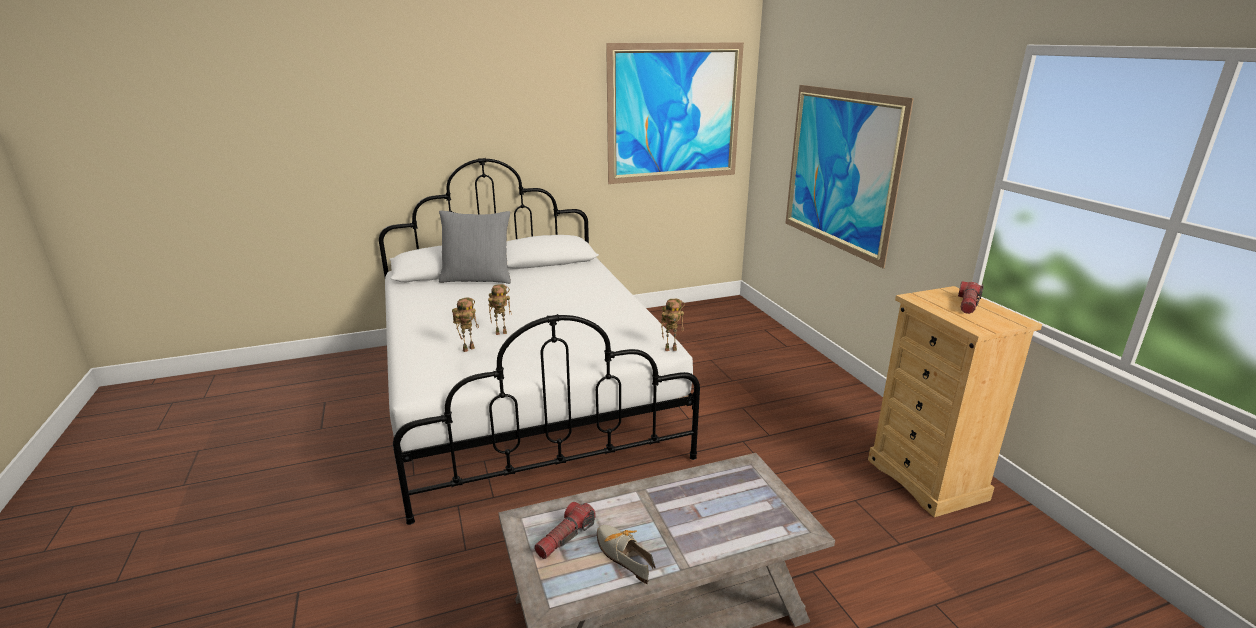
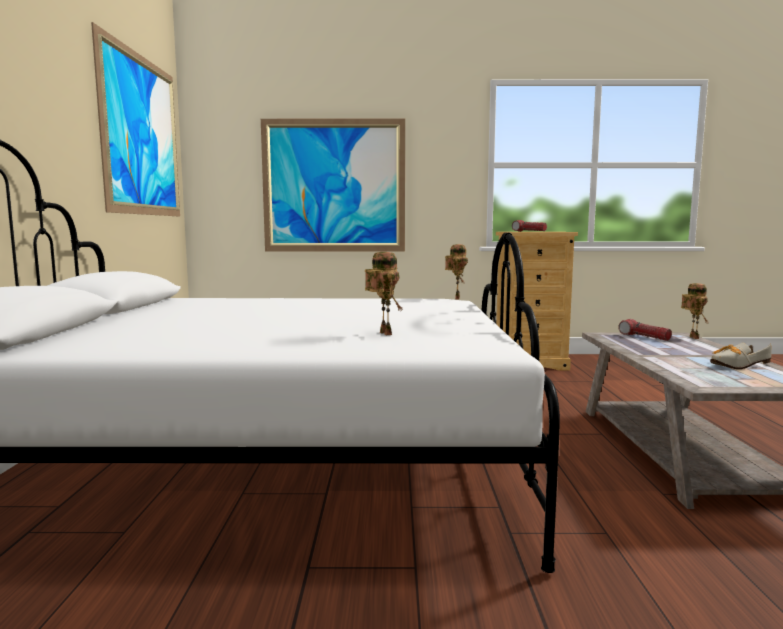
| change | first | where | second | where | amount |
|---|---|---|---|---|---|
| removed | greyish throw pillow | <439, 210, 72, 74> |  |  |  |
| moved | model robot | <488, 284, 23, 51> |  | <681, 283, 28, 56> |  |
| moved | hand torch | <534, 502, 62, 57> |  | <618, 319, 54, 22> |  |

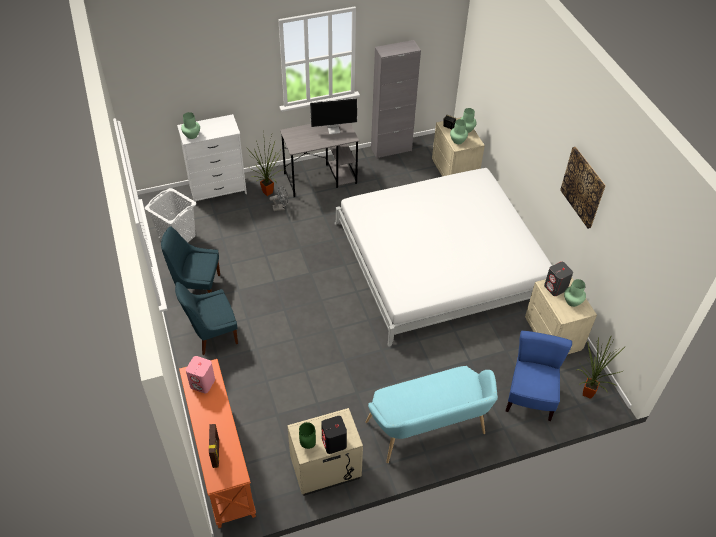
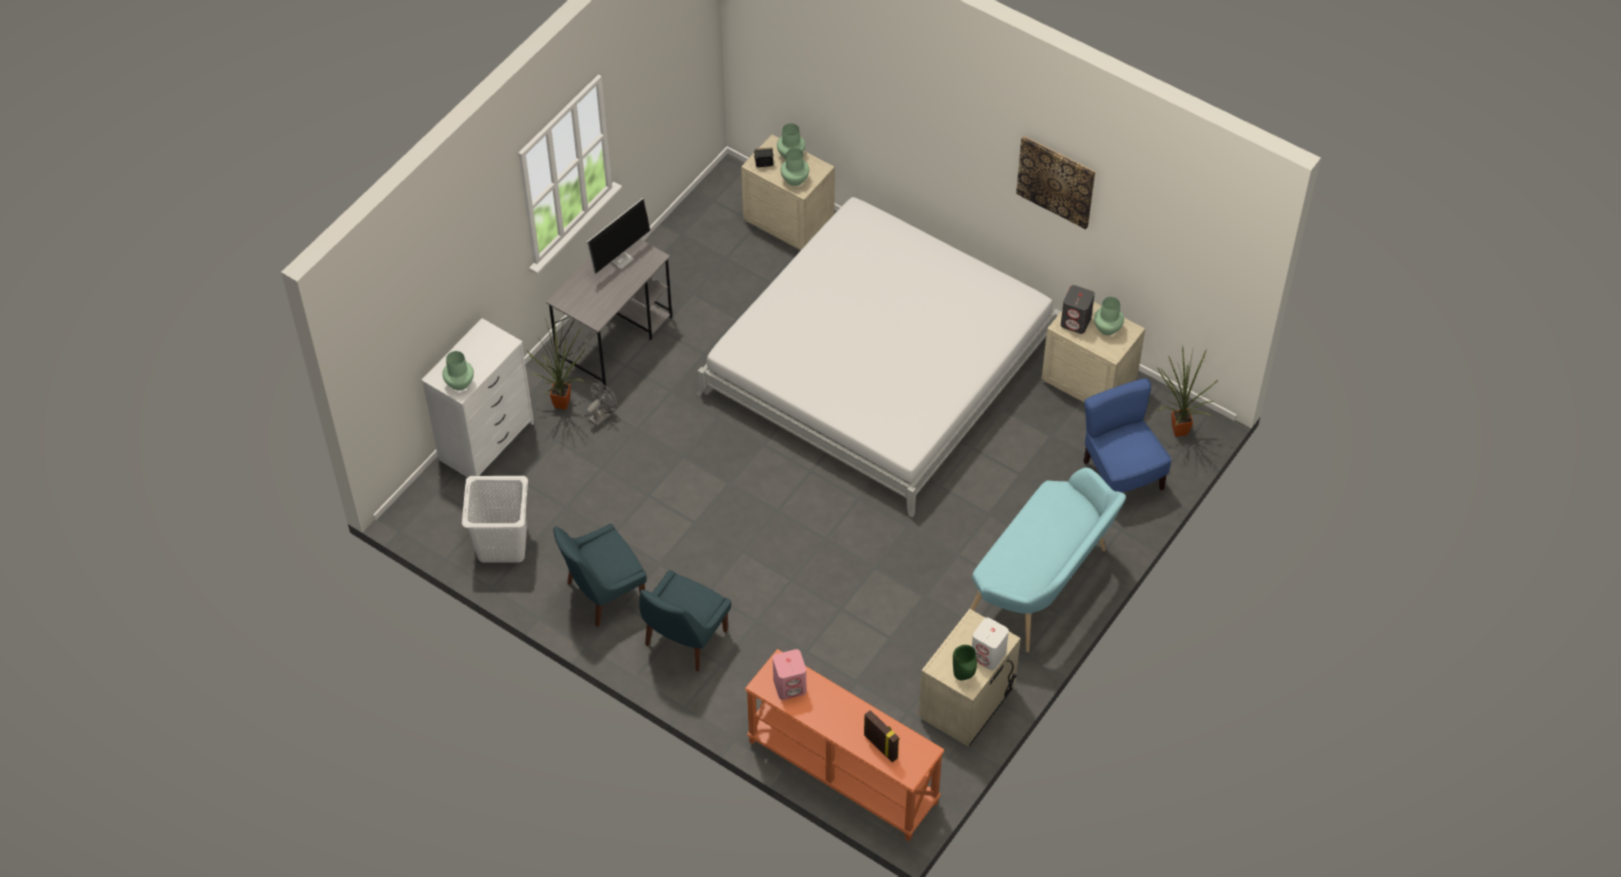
| change | first | where | second | where | amount |
|---|---|---|---|---|---|
| recoloured | black-coloured speaker | <321, 416, 26, 38> | white-coloured speaker | <972, 617, 37, 53> |  |
| removed | greyish cupboard | <371, 40, 50, 118> |  |  |  |

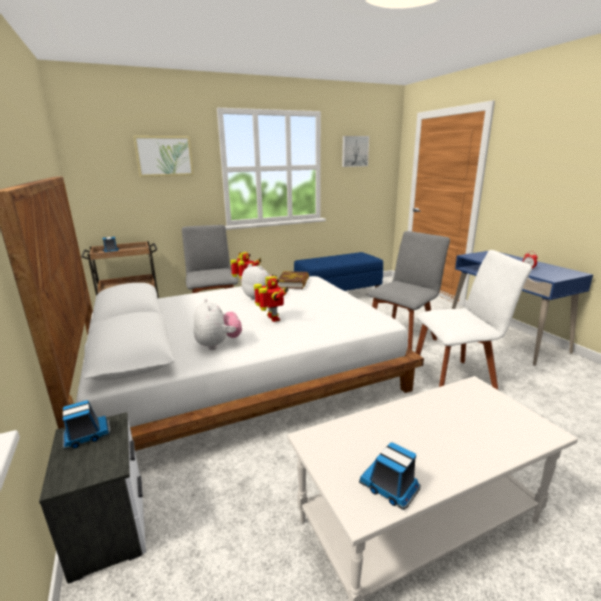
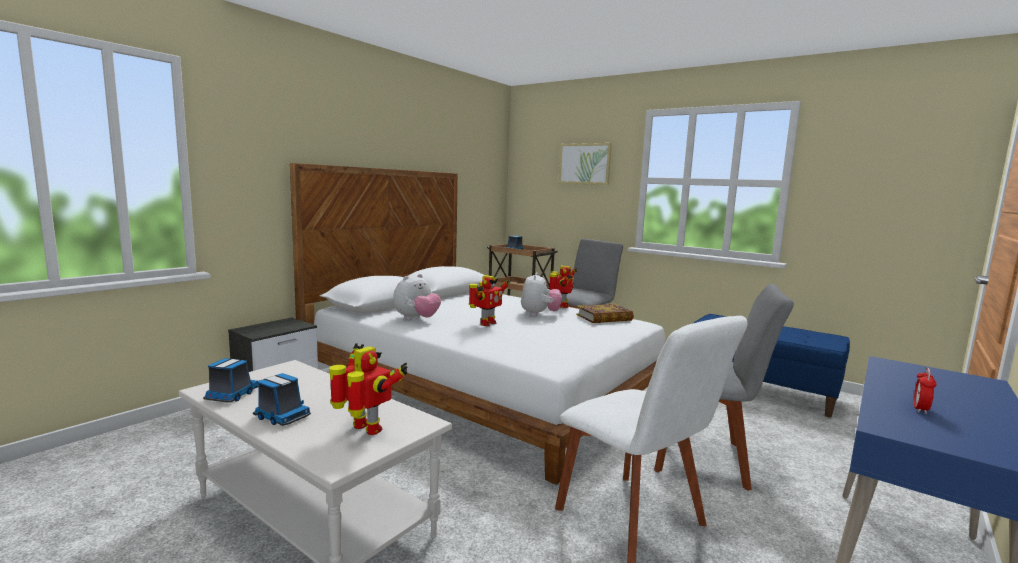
| change | first | where | second | where | amount |
|---|---|---|---|---|---|
| moved | model truck | <63, 400, 48, 50> |  | <253, 373, 58, 53> |  |
| removed | wall picture | <342, 136, 27, 31> |  |  |  |
| added |  |  | model robot | <329, 343, 79, 92> |  |

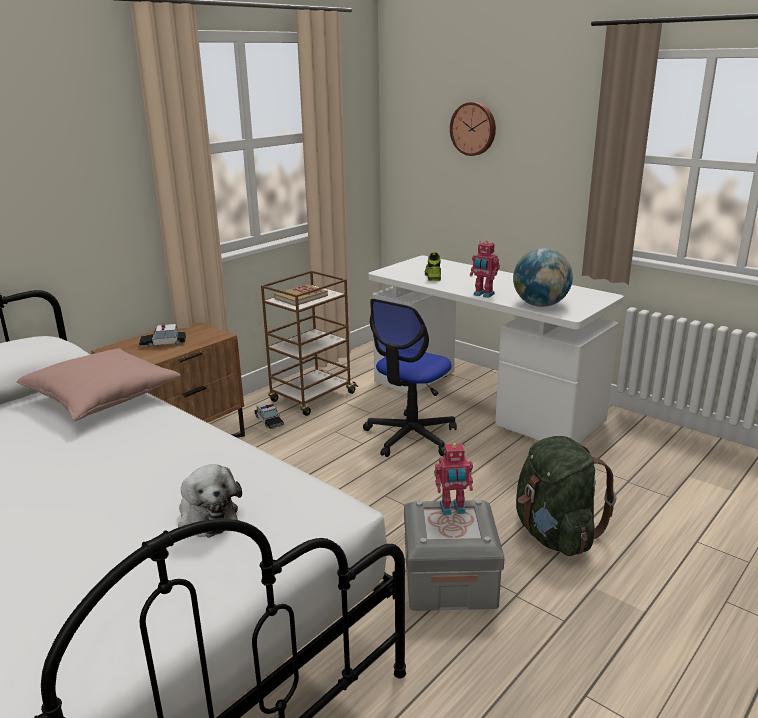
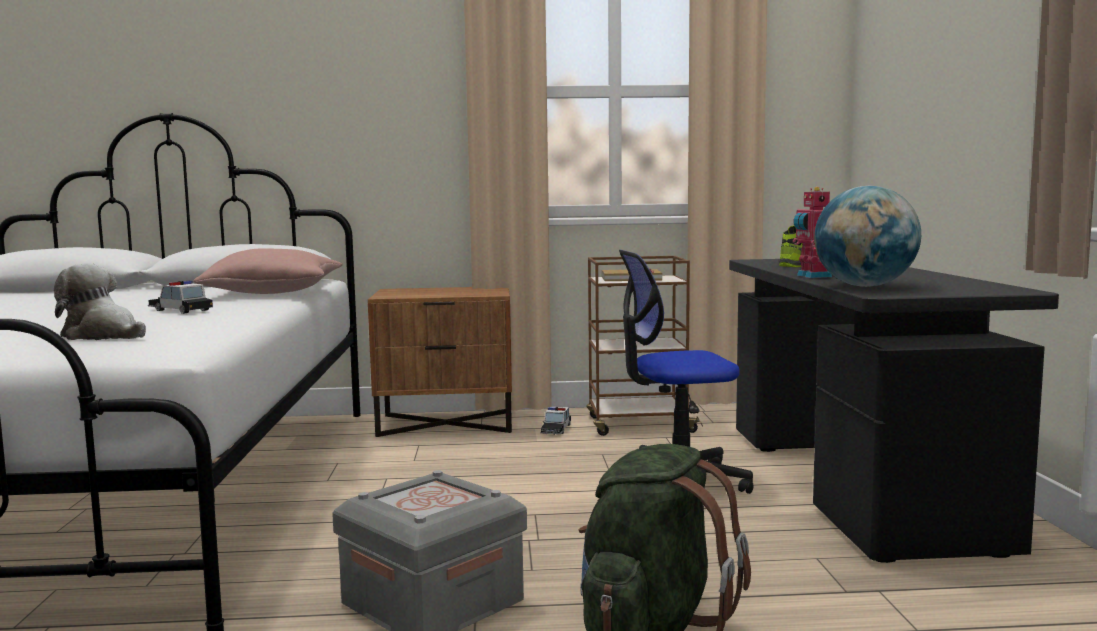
| change | first | where | second | where | amount |
|---|---|---|---|---|---|
| moved | toy car | <139, 323, 47, 25> |  | <148, 281, 65, 33> |  |
| turned | cuddly toy | <178, 464, 64, 74> |  | <54, 263, 92, 77> | 105 degrees clockwise |
| recoloured | white-coloured desk | <368, 256, 256, 187> | black-coloured desk | <729, 259, 330, 304> |  |
| removed | model robot | <434, 443, 39, 72> |  |  |  |
| removed | wall clock | <450, 102, 46, 54> |  |  |  |

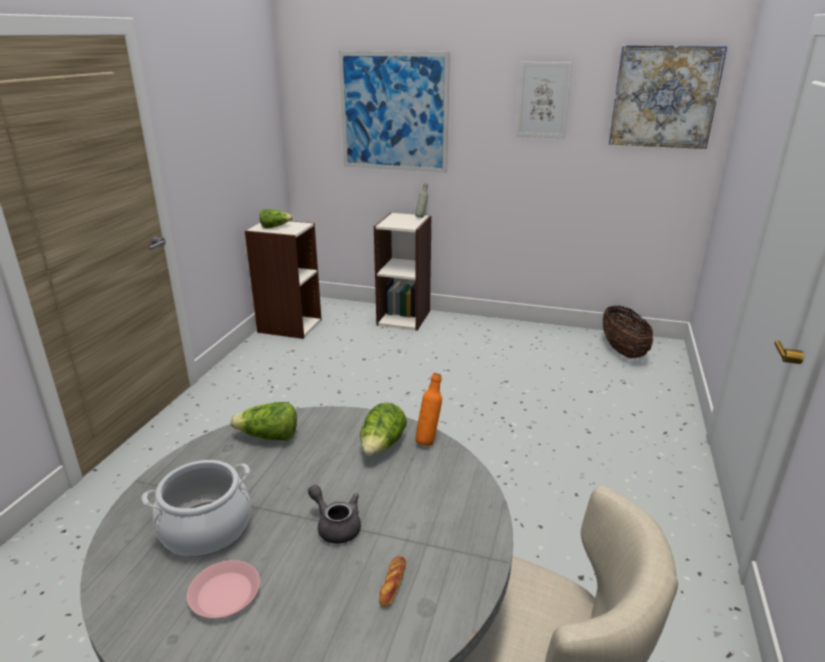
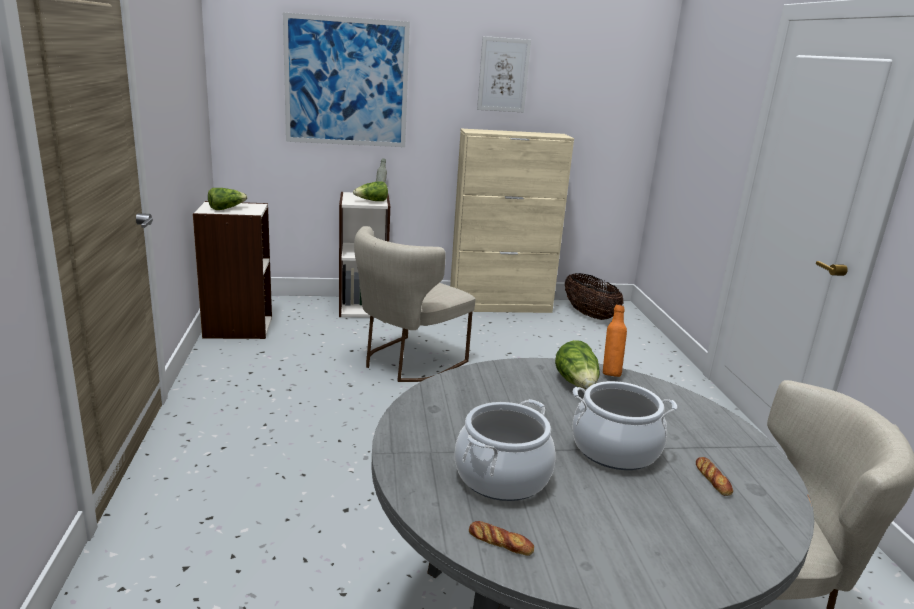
| change | first | where | second | where | amount |
|---|---|---|---|---|---|
| removed | pinkish plate | <187, 560, 73, 58> |  |  |  |
| moved | head of lettuce | <230, 402, 67, 39> |  | <353, 181, 35, 20> |  |
| replaced | greyish pot for tea | <308, 485, 53, 59> | saucepot | <572, 381, 105, 89> |  |
| removed | wall picture | <609, 45, 119, 104> |  |  |  |
| added |  |  | beige-coloured plain chair | <354, 226, 122, 156> |  |
| added |  |  | beige-coloured cupboard | <450, 129, 124, 184> |  |
| added |  |  | bakery bread | <469, 521, 65, 35> |  |

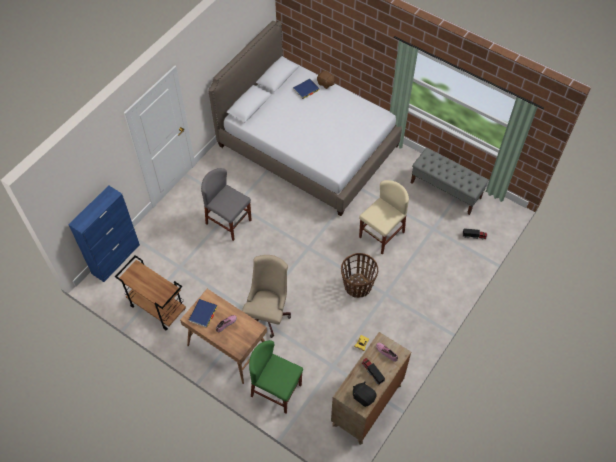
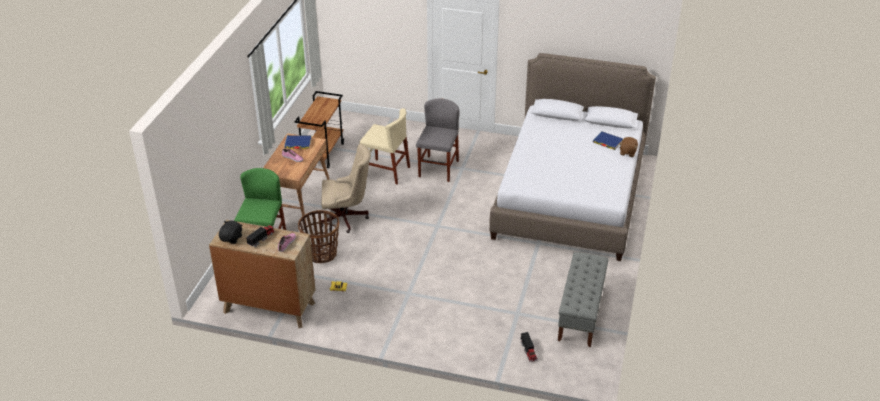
| change | first | where | second | where | amount |
|---|---|---|---|---|---|
| removed | bluish cupboard | <68, 186, 72, 96> |  |  |  |
| moved | basket | <341, 253, 37, 45> |  | <298, 210, 41, 53> |  |
| moved | beige-coloured plain chair | <359, 180, 50, 74> |  | <360, 108, 50, 77> |  |

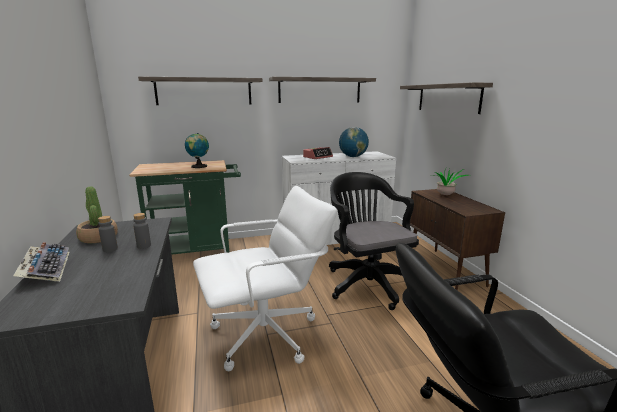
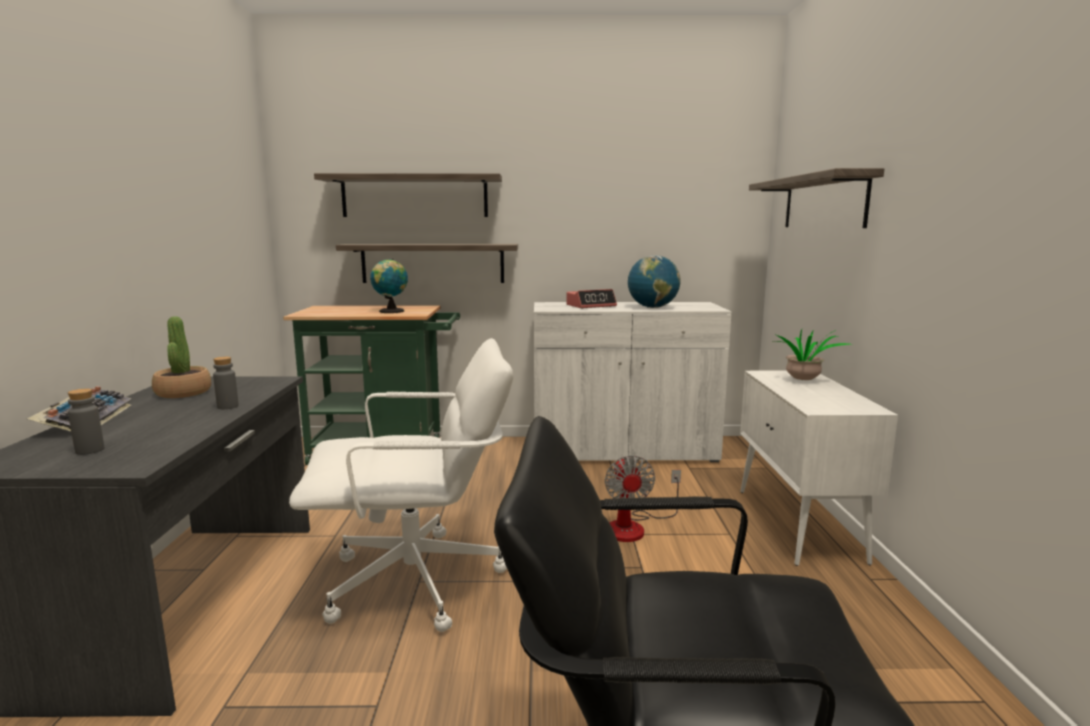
| change | first | where | second | where | amount |
|---|---|---|---|---|---|
| moved | greyish beverage bottle | <98, 216, 20, 36> |  | <68, 389, 36, 66> |  |
| moved | shelf | <269, 77, 107, 26> |  | <336, 244, 182, 39> |  |
| replaced | black-coloured office chair | <329, 172, 90, 138> | electric fan | <605, 455, 76, 87> |  |
| recoloured | brownish cupboard | <410, 189, 95, 102> | white-coloured cupboard | <740, 371, 158, 195> |  |

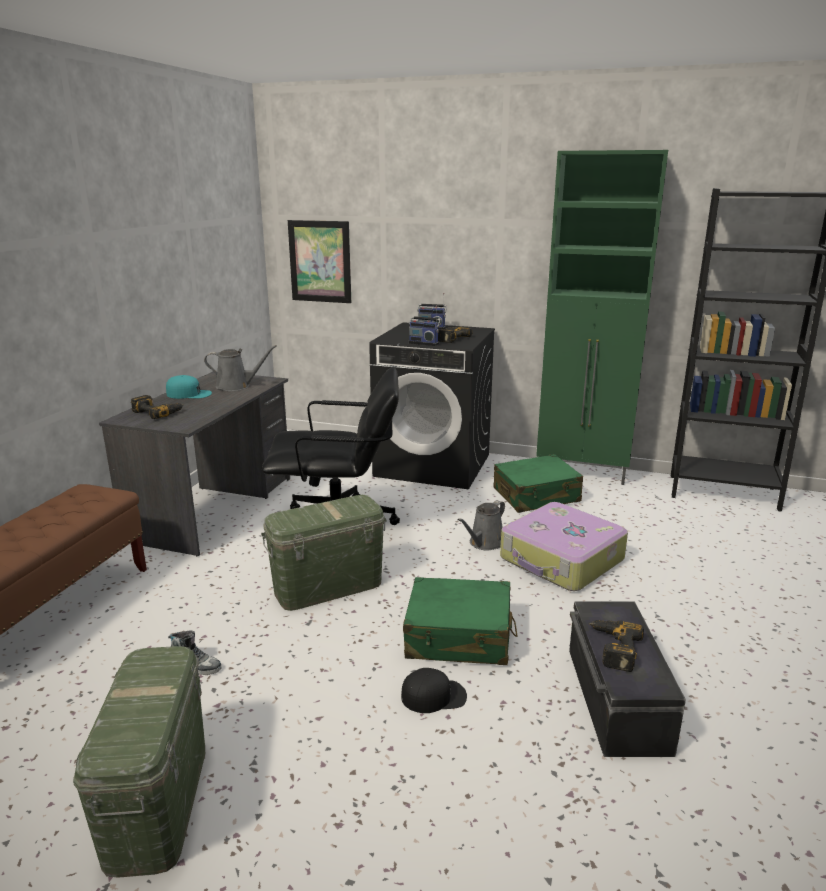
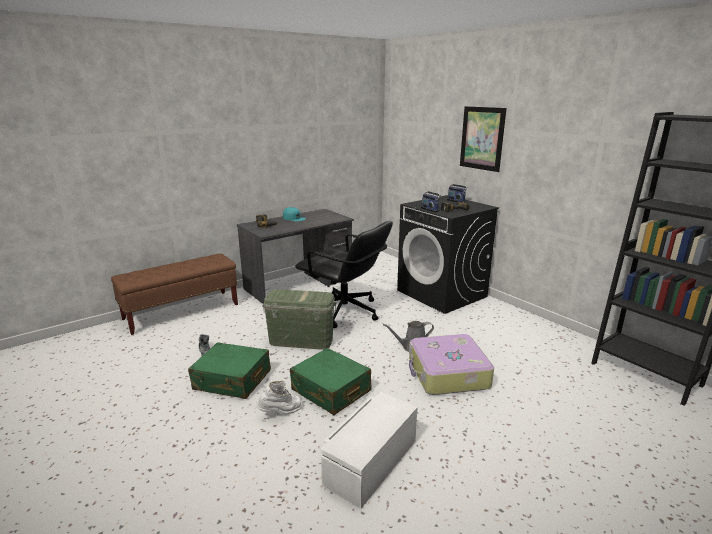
| change | first | where | second | where | amount |
|---|---|---|---|---|---|
| removed | green storage bin | <73, 646, 132, 232> |  |  |  |
| removed | greyish watering can | <204, 345, 73, 46> |  |  |  |
| moved | wall picture | <288, 220, 63, 83> |  | <460, 106, 46, 66> |  |
| replaced | black-coloured baseball cap | <401, 668, 66, 45> | white-coloured tall boot | <256, 381, 46, 34> |  |
| moved | green travel case | <493, 454, 90, 59> |  | <188, 342, 83, 57> |  |
| removed | green cupboard | <536, 150, 132, 335> |  |  |  |
| recoloured | black-coloured storage bin | <569, 602, 117, 155> | white-coloured storage bin | <321, 392, 96, 117> |  |
| removed | power drill | <588, 620, 56, 52> |  |  |  |

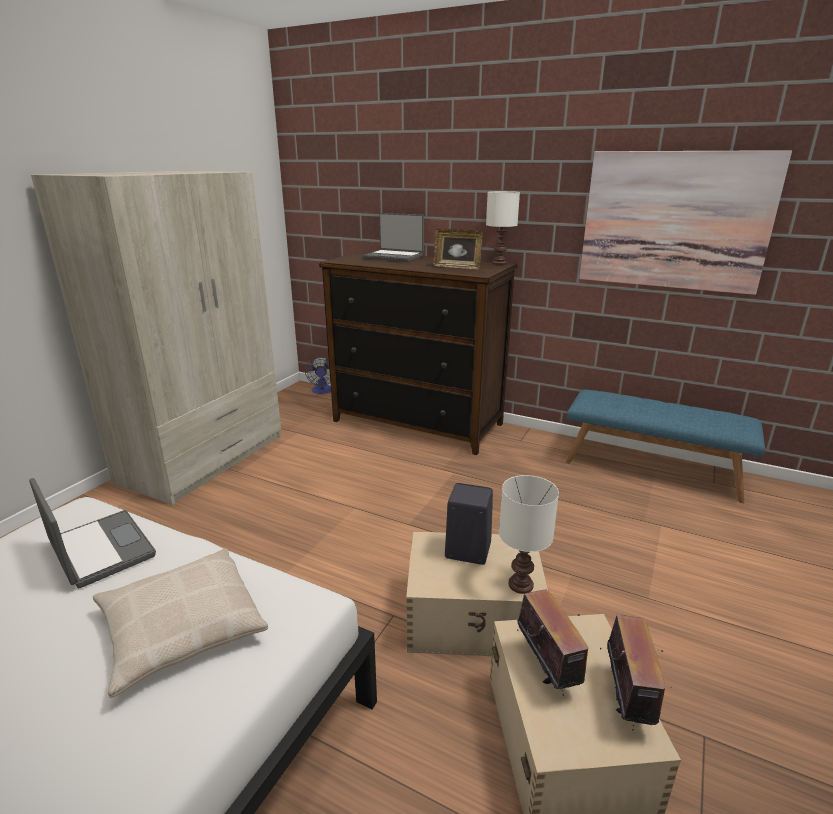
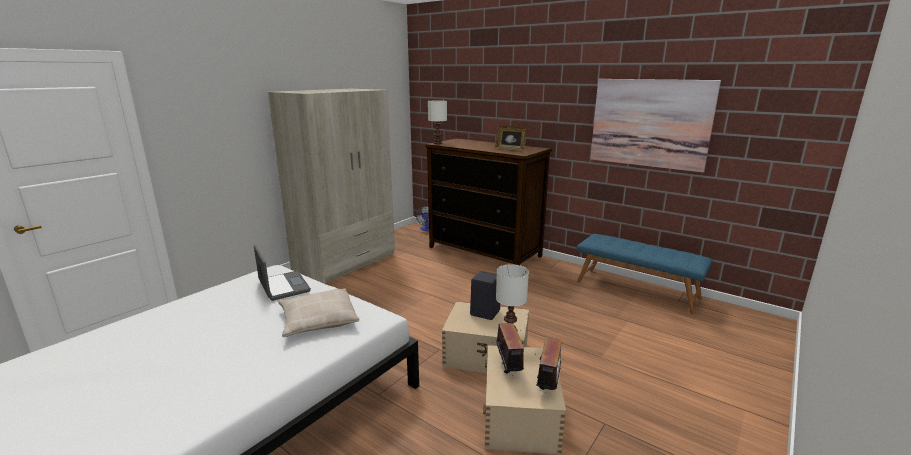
| change | first | where | second | where | amount |
|---|---|---|---|---|---|
| removed | laptop | <363, 213, 61, 49> |  |  |  |
| moved | white-coloured table lamp | <486, 191, 34, 74> |  | <428, 100, 19, 44> |  |

